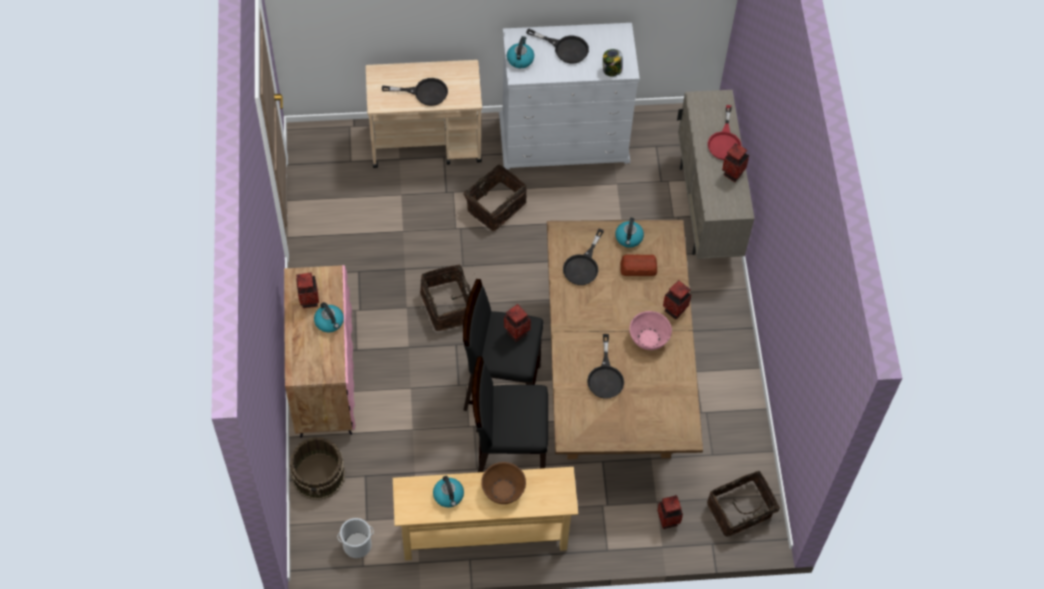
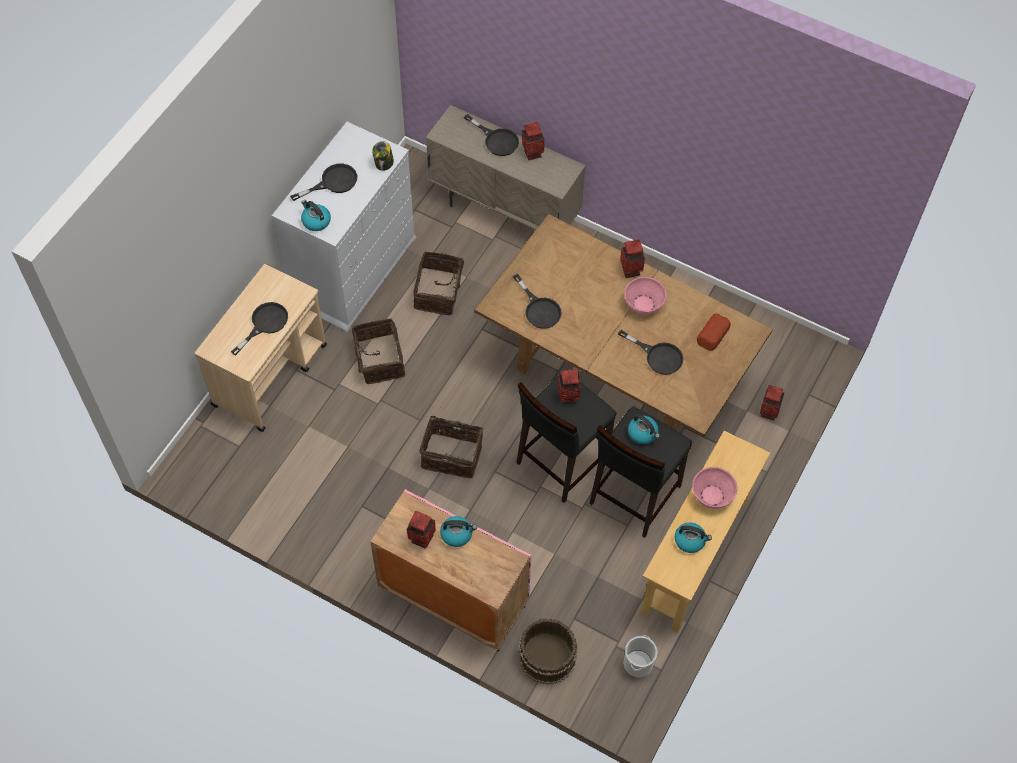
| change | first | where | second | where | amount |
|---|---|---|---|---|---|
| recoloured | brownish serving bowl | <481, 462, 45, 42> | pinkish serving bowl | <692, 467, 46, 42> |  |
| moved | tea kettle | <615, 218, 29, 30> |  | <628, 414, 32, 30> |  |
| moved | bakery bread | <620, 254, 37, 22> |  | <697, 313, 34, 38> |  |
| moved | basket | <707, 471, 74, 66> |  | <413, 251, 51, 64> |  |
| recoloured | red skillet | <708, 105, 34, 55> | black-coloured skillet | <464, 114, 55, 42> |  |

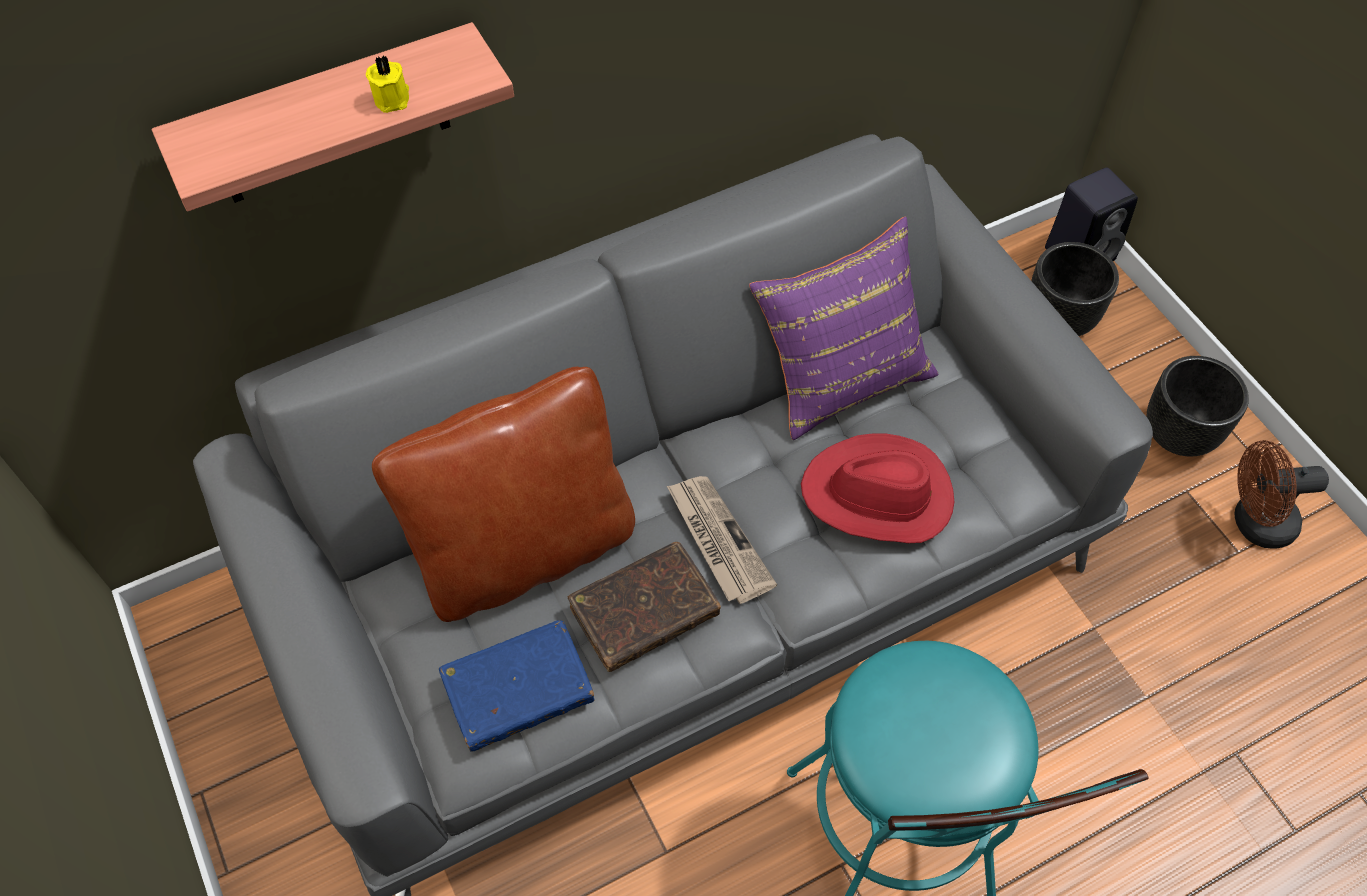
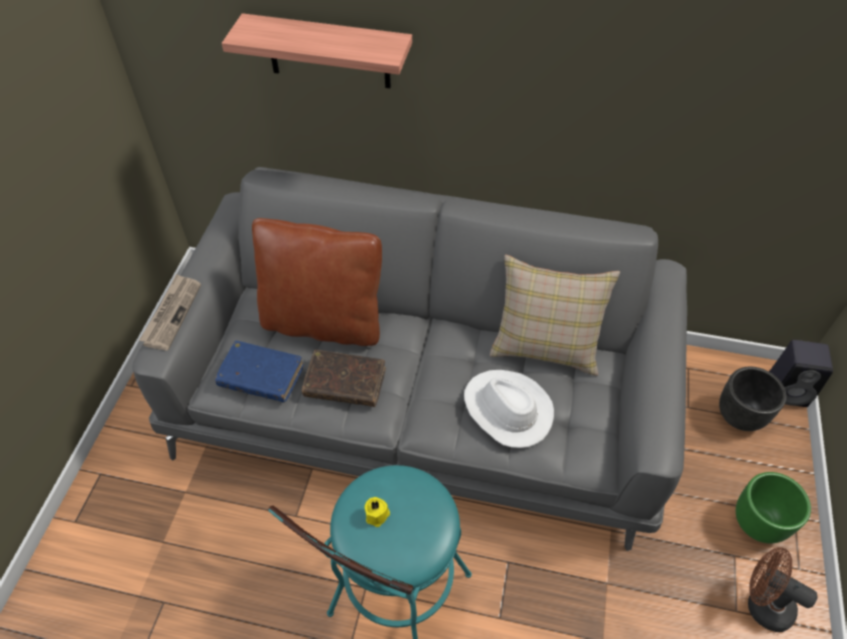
| change | first | where | second | where | amount |
|---|---|---|---|---|---|
| moved | yellowish wax candle | <366, 55, 43, 58> |  | <365, 497, 25, 30> |  |
| moved | printed paper | <667, 476, 110, 128> |  | <140, 274, 61, 76> |  |
| recoloured | purplish throw pillow | <749, 217, 190, 223> | beige-coloured throw pillow | <490, 255, 130, 121> |  |
| recoloured | red hat | <801, 434, 153, 109> | white-coloured hat | <464, 370, 90, 78> |  |
| recoloured | black-coloured flower pot | <1146, 356, 103, 101> | green flower pot | <736, 472, 75, 71> |  |

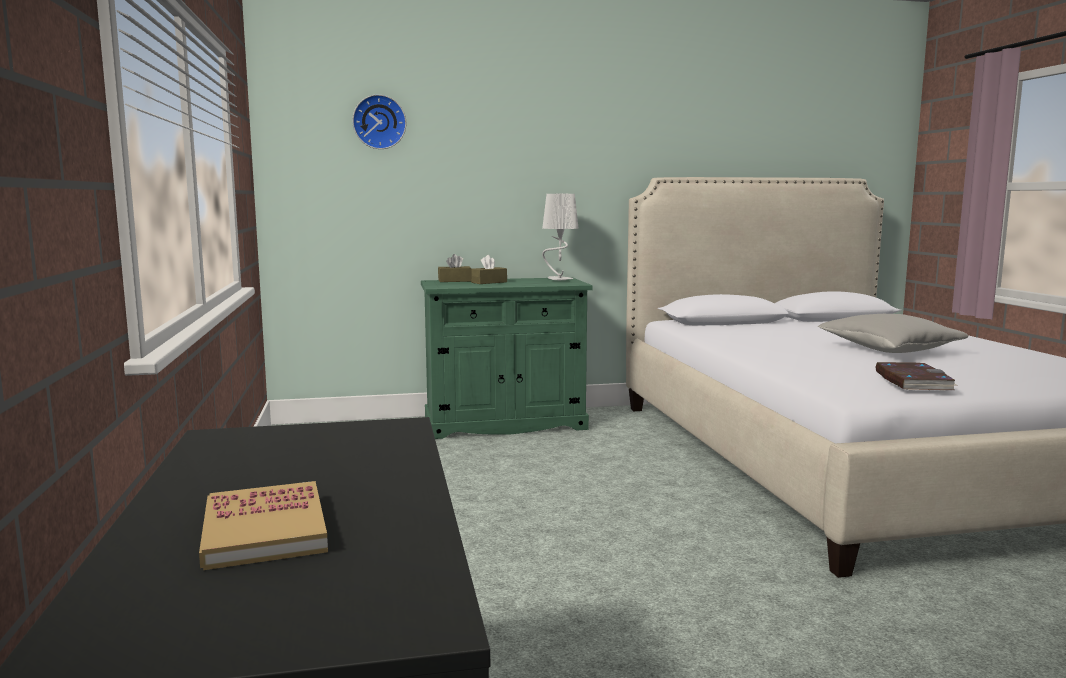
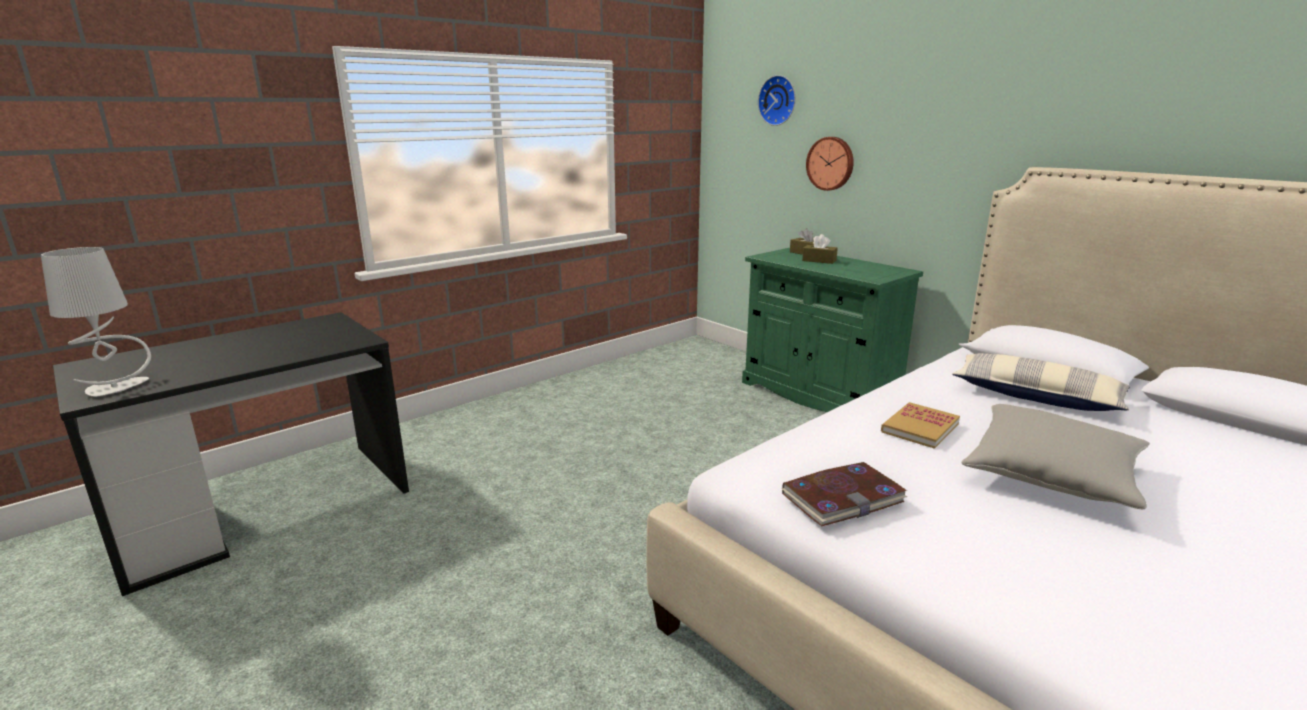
| change | first | where | second | where | amount |
|---|---|---|---|---|---|
| moved | volume | <199, 481, 129, 89> |  | <881, 402, 79, 47> |  |
| moved | greyish table lamp | <542, 194, 37, 86> |  | <41, 247, 110, 150> |  |
| added |  |  | wall clock | <806, 137, 48, 54> |  |
| added |  |  | throw pillow | <952, 353, 178, 58> |  |

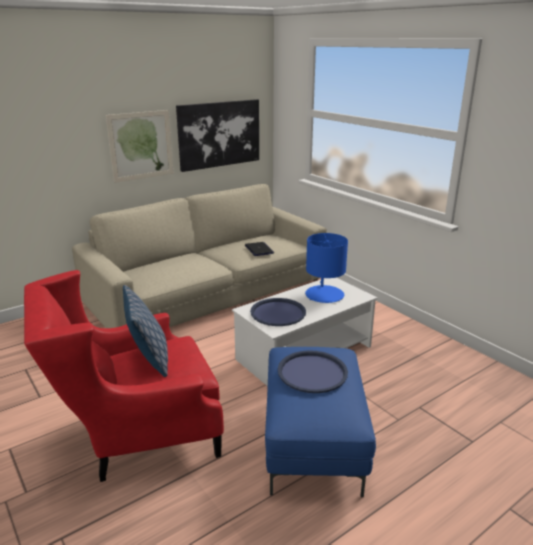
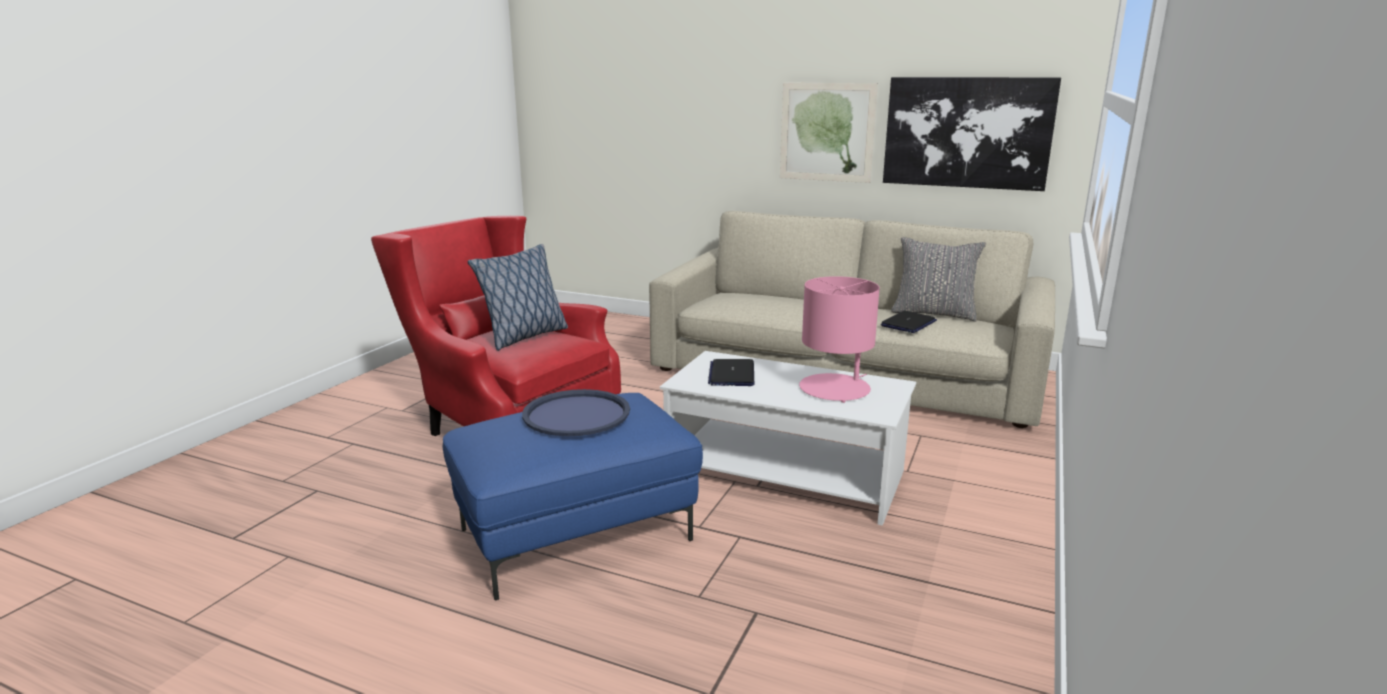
| change | first | where | second | where | amount |
|---|---|---|---|---|---|
| replaced | bluish carrying tray | <250, 298, 56, 28> | laptop | <708, 359, 46, 27> |  |
| recoloured | bluish table lamp | <305, 233, 43, 70> | pinkish table lamp | <799, 276, 81, 127> |  |
| added |  |  | greyish throw pillow | <891, 237, 95, 84> |  |

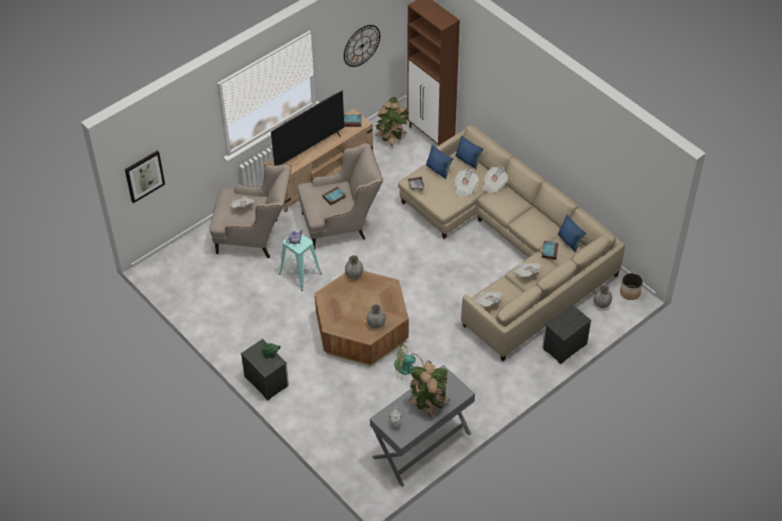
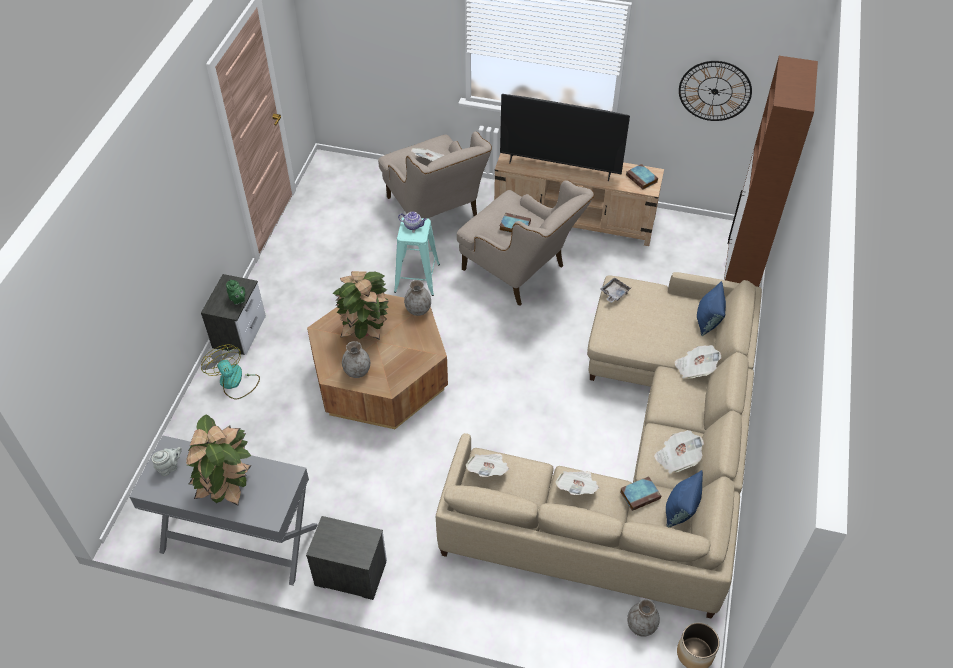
| change | first | where | second | where | amount |
|---|---|---|---|---|---|
| removed | wall picture | <125, 150, 40, 53> |  |  |  |
| moved | potted plant | <375, 97, 34, 49> |  | <333, 271, 56, 69> |  |
| moved | electric fan | <394, 343, 30, 32> |  | <201, 345, 59, 54> |  |
| removed | bluish throw pillow | <426, 145, 28, 34> |  |  |  |
| moved | printed paper | <454, 169, 25, 27> |  | <654, 430, 50, 44> |  |
| moved | nightstand | <542, 305, 49, 59> |  | <306, 516, 81, 84> |  |

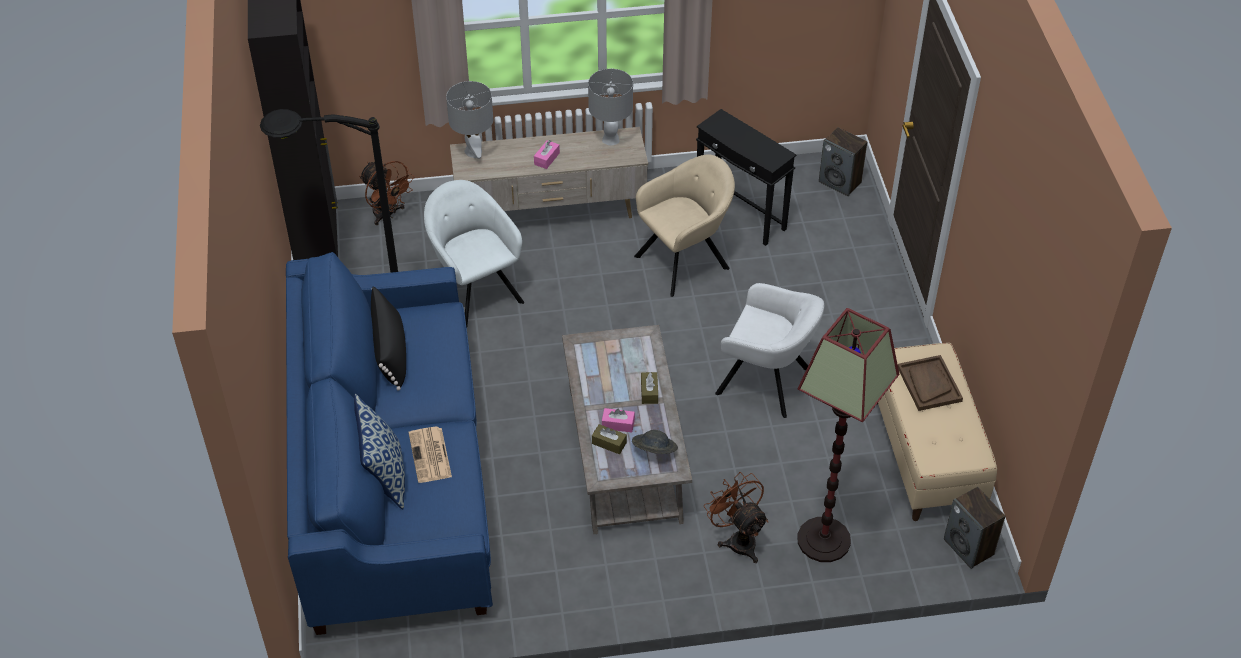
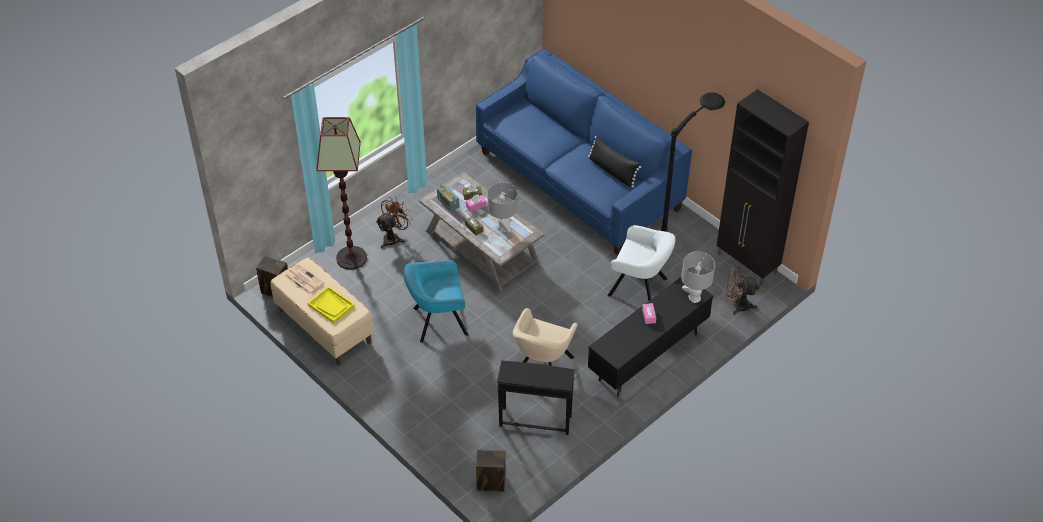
| change | first | where | second | where | amount |
|---|---|---|---|---|---|
| removed | throw pillow | <354, 394, 51, 115> |  |  |  |
| moved | printed paper | <409, 427, 43, 56> |  | <284, 264, 40, 30> |  |
| recoloured | beige-coloured tv unit | <450, 127, 198, 91> | black-coloured tv unit | <588, 277, 125, 120> |  |
| moved | greyish table lamp | <588, 69, 45, 77> |  | <487, 182, 31, 51> |  |
| replaced | greyish hat | <632, 430, 46, 24> | radio receiver | <437, 185, 22, 27> |  |
| turned | brownish electric fan | <704, 472, 64, 91> |  | <376, 197, 37, 52> | 75 degrees counterclockwise |
| recoloured | white-coloured lounge chair | <715, 283, 109, 135> | turquoise-coloured lounge chair | <403, 260, 66, 83> |  |
| recoloured | brownish carrying tray | <898, 355, 65, 56> | yellowish carrying tray | <307, 286, 47, 37> |  |

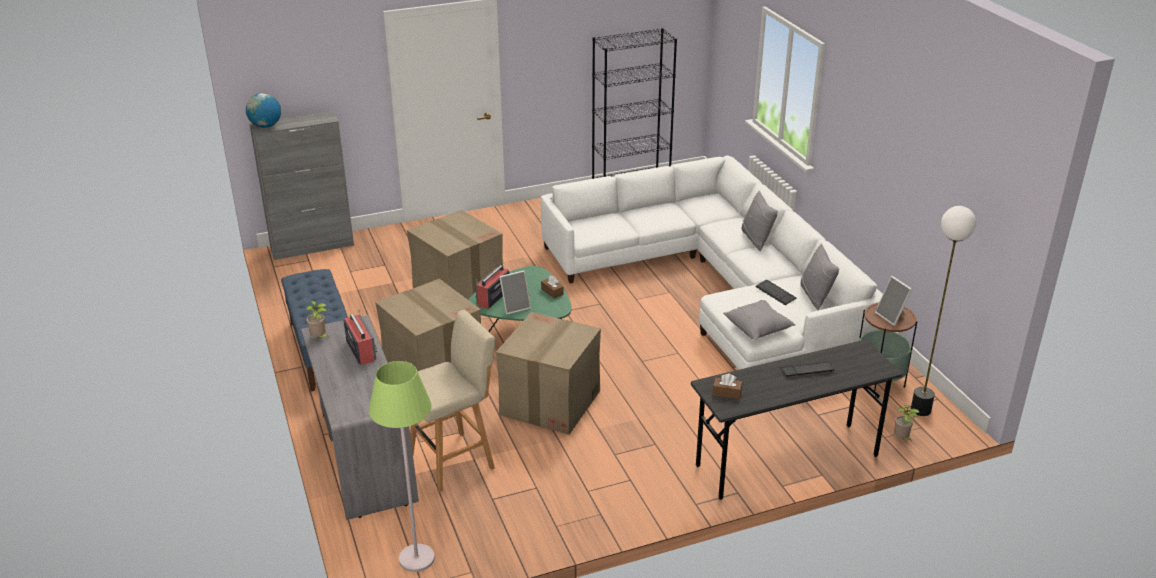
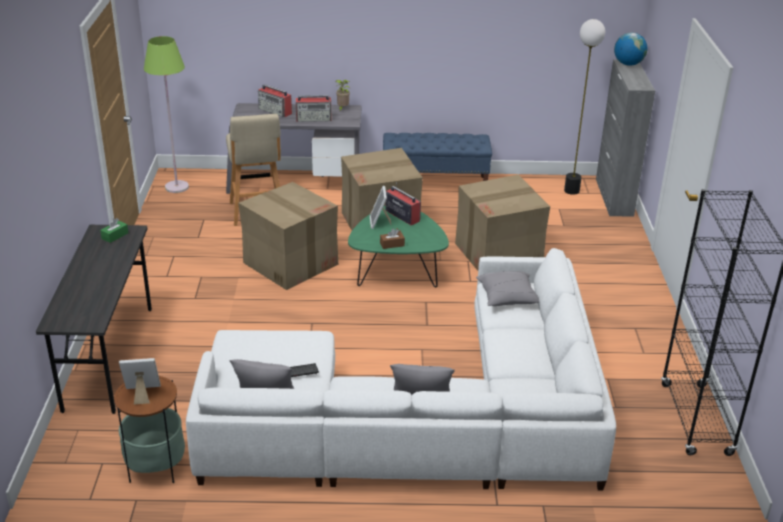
| change | first | where | second | where | amount |
|---|---|---|---|---|---|
| recoloured | brownish tissue box | <713, 373, 29, 26> | green tissue box | <100, 218, 28, 25> |  |
| moved | greyish throw pillow | <723, 300, 72, 40> |  | <476, 271, 63, 35> |  |
| removed | computer keyboard | <780, 362, 54, 15> |  |  |  |
| removed | potted plant | <894, 404, 26, 37> |  |  |  |
| moved | floor lamp | <911, 206, 65, 210> |  | <564, 19, 41, 176> |  |
| added |  |  | radio receiver | <258, 85, 34, 32> |  |

